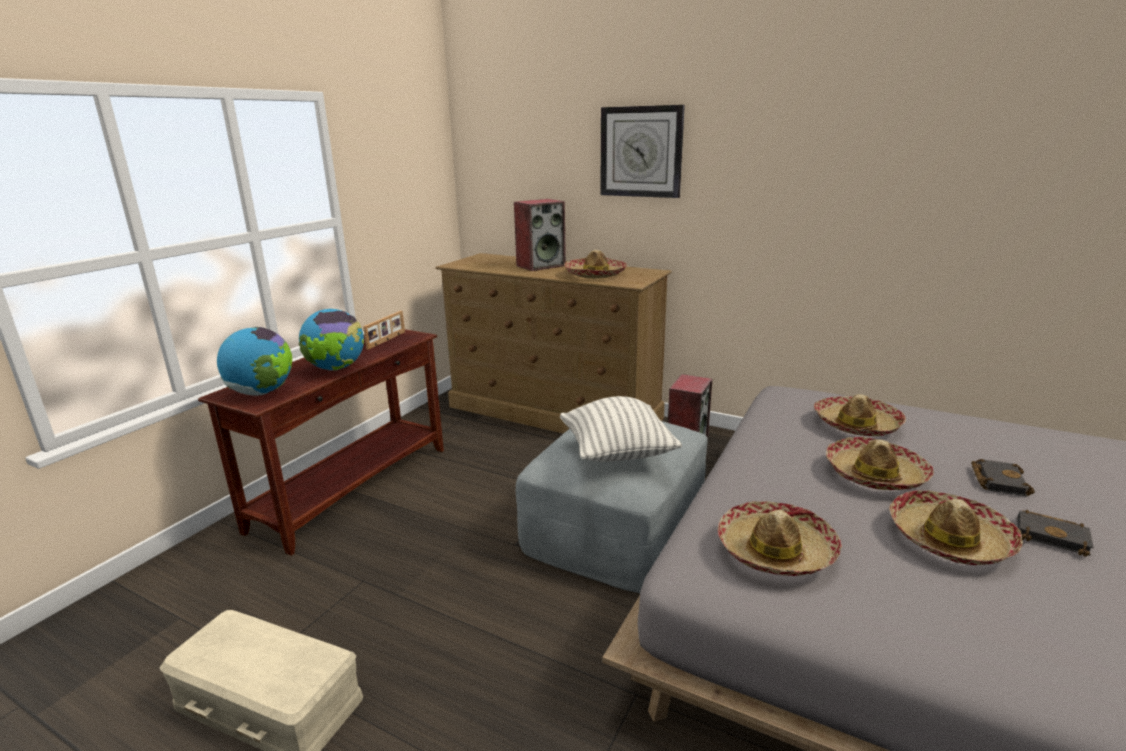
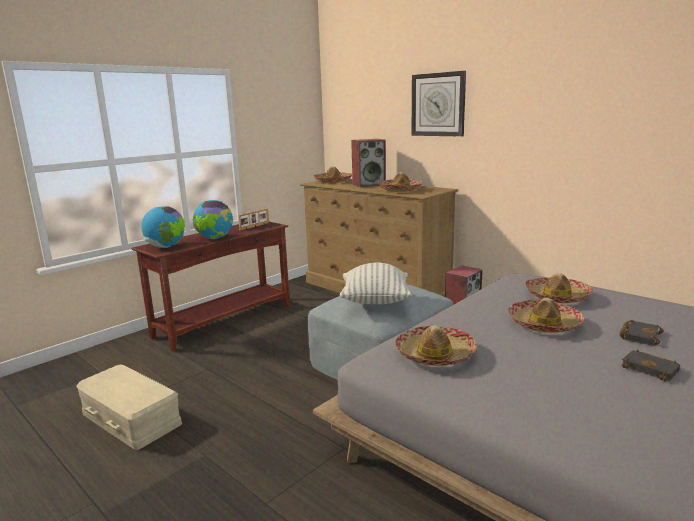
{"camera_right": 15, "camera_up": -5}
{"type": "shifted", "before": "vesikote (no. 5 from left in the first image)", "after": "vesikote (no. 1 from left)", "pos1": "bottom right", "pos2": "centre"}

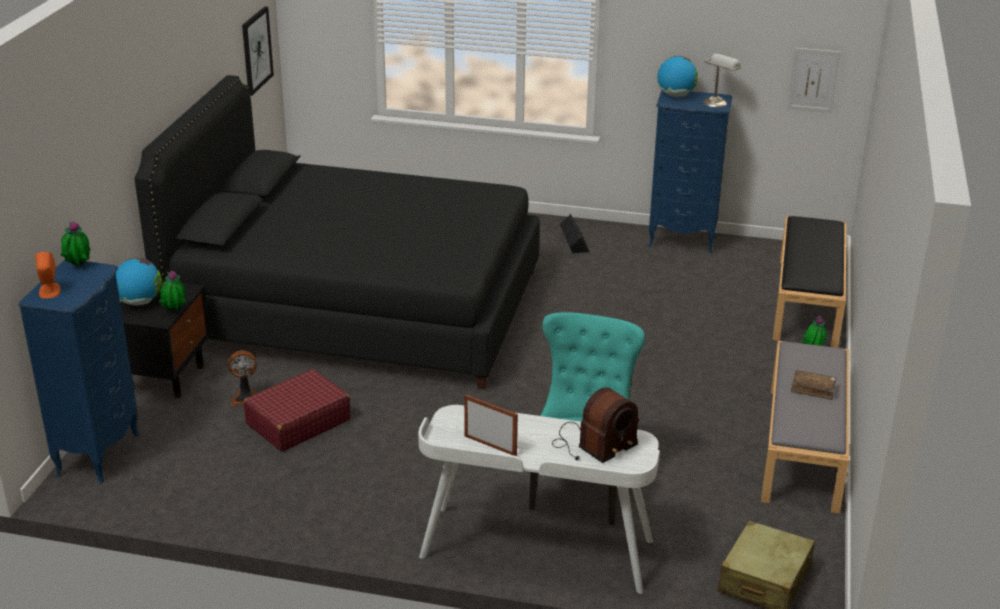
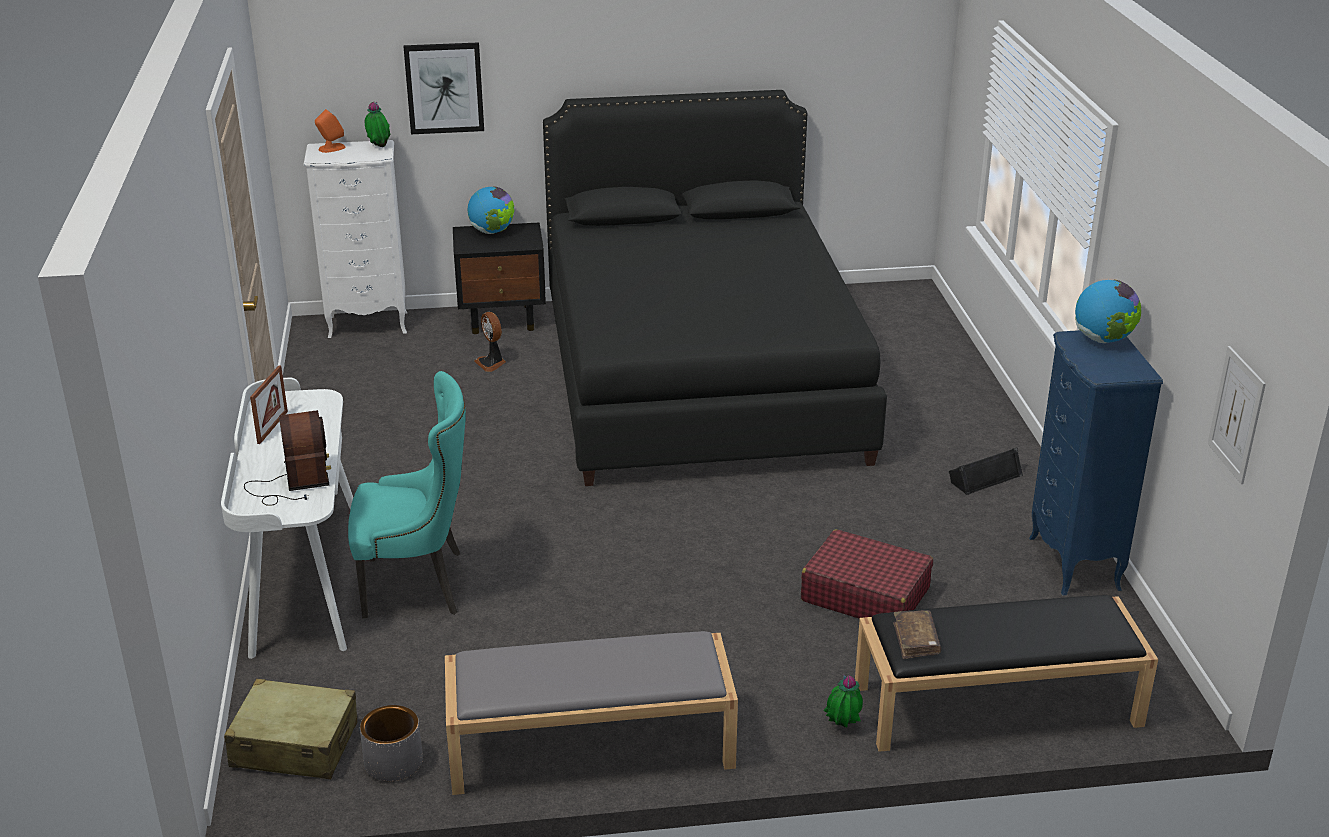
{"camera_right": 70, "camera_up": 0}
{"type": "repainted", "before": "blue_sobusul (no. 1 from left)", "after": "white_sobusul", "pos1": "middle left", "pos2": "top left"}
{"type": "gone", "before": "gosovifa (no. 2 from left)", "pos1": "middle left"}
{"type": "shifted", "before": "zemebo (no. 1 from left)", "pos1": "top left", "pos2": "top centre"}
{"type": "shifted", "before": "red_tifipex", "pos1": "bottom left", "pos2": "bottom centre"}
{"type": "rotated", "before": "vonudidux", "pos1": "bottom centre", "pos2": "middle left", "turn": -135}
{"type": "gone", "before": "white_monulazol", "pos1": "top right"}
{"type": "shifted", "before": "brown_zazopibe", "pos1": "middle right", "pos2": "bottom right"}
{"type": "new", "after": "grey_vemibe", "pos2": "bottom left"}

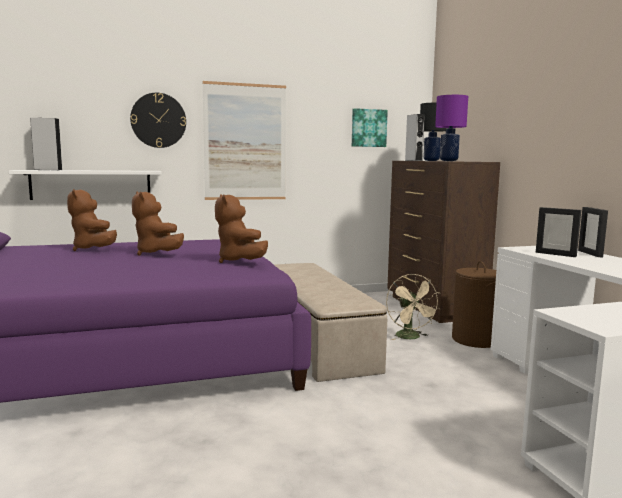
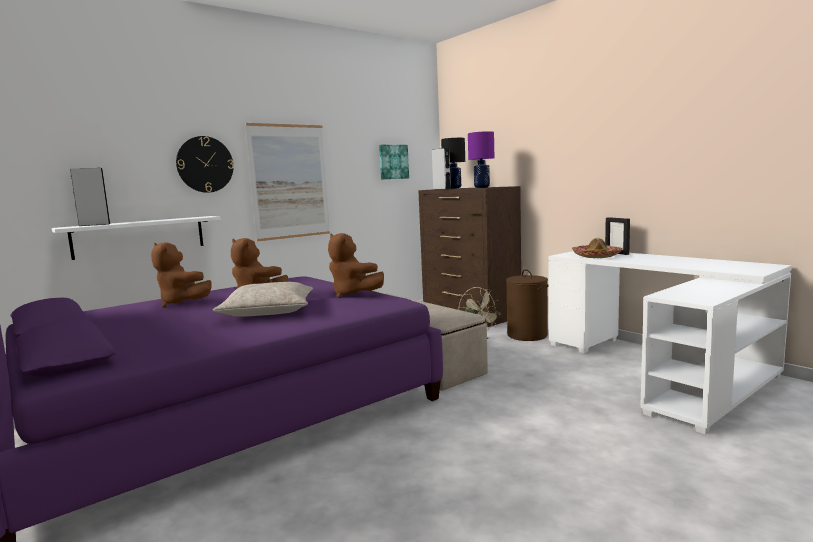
{"camera_right": -20, "camera_up": 0}
{"type": "swapped", "before": "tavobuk (no. 1 from left)", "after": "vesikote", "pos1": "middle right", "pos2": "middle right"}
{"type": "new", "after": "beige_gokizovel", "pos2": "middle left"}

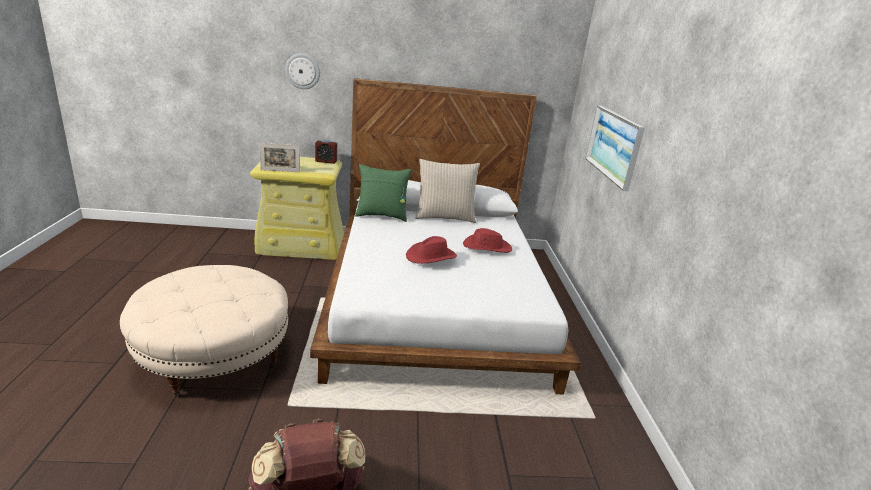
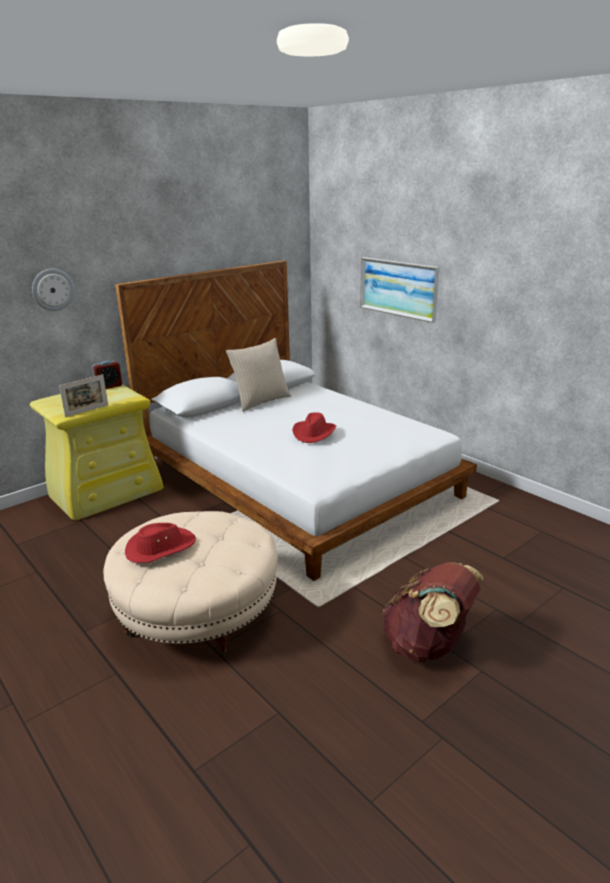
{"camera_right": -35, "camera_up": 0}
{"type": "gone", "before": "green_gokizovel", "pos1": "centre"}
{"type": "shifted", "before": "red_vesikote (no. 2 from left in the first image)", "after": "red_vesikote (no. 1 from left)", "pos1": "centre", "pos2": "middle left"}

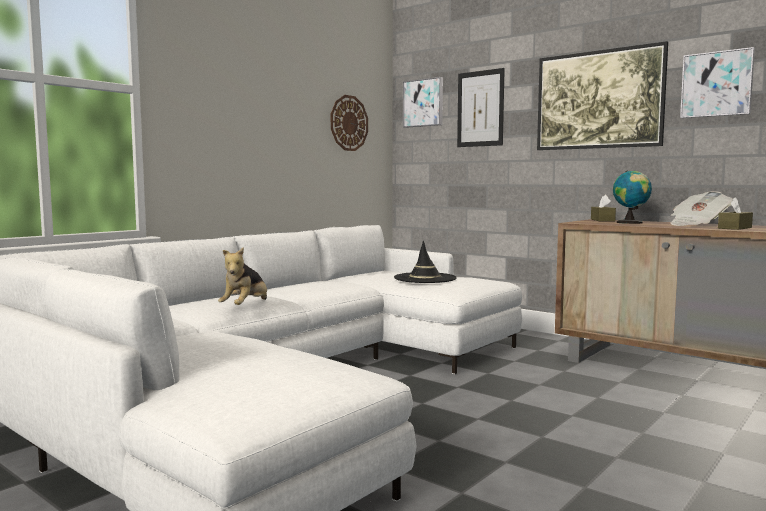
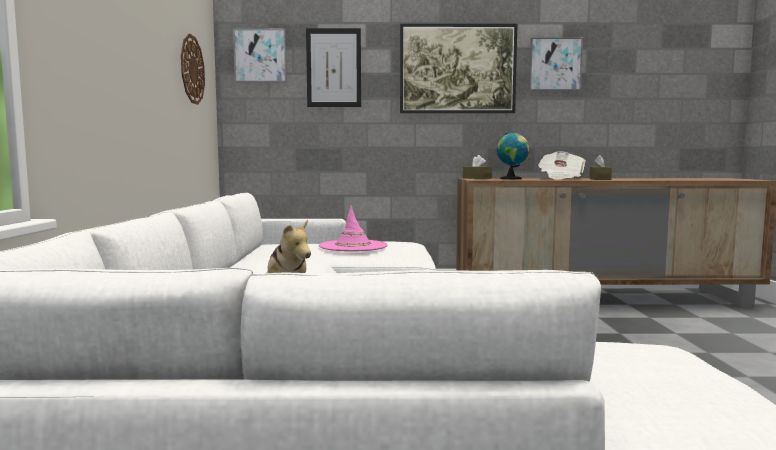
{"camera_right": -40, "camera_up": 0}
{"type": "repainted", "before": "black_vesikote", "after": "pink_vesikote", "pos1": "centre", "pos2": "centre"}

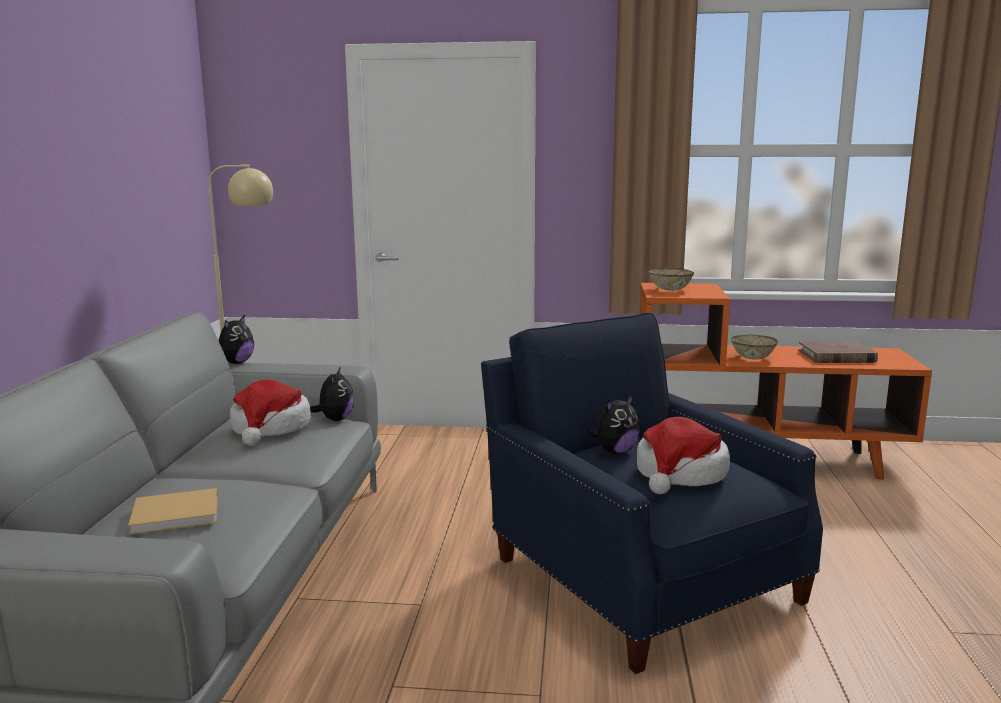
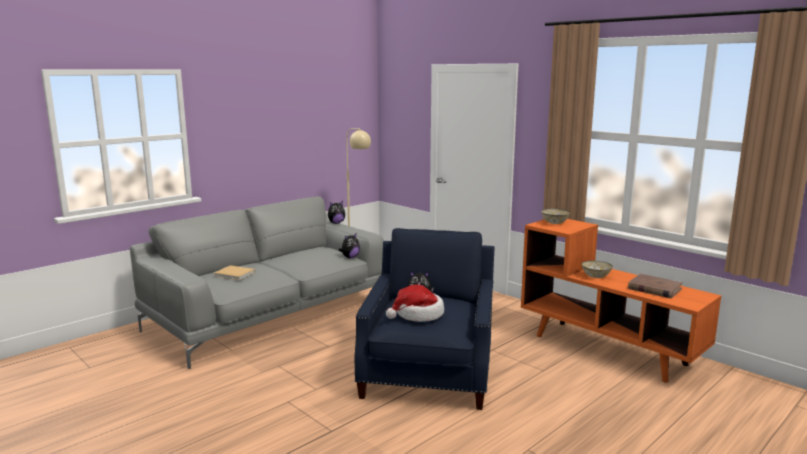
{"camera_right": 40, "camera_up": 0}
{"type": "gone", "before": "vesikote (no. 1 from left)", "pos1": "middle left"}

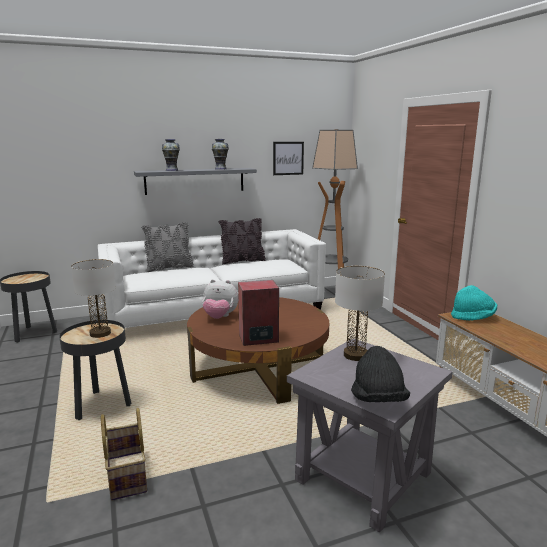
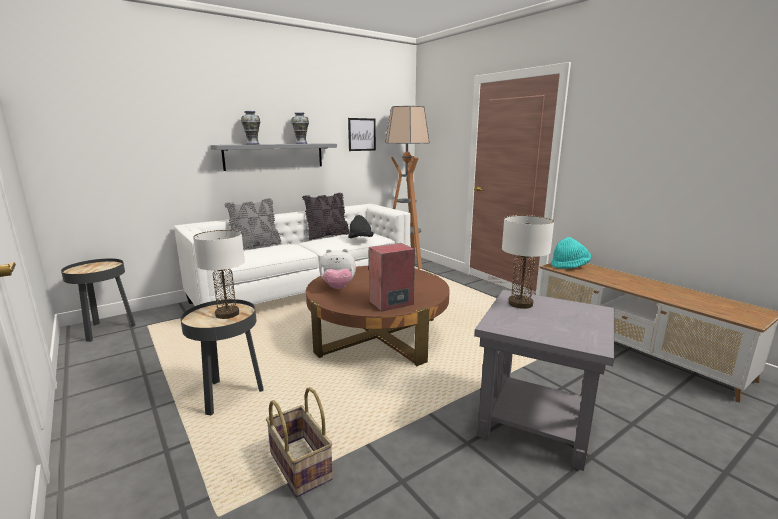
{"camera_right": -15, "camera_up": 0}
{"type": "shifted", "before": "black_vesikote", "pos1": "bottom right", "pos2": "centre"}

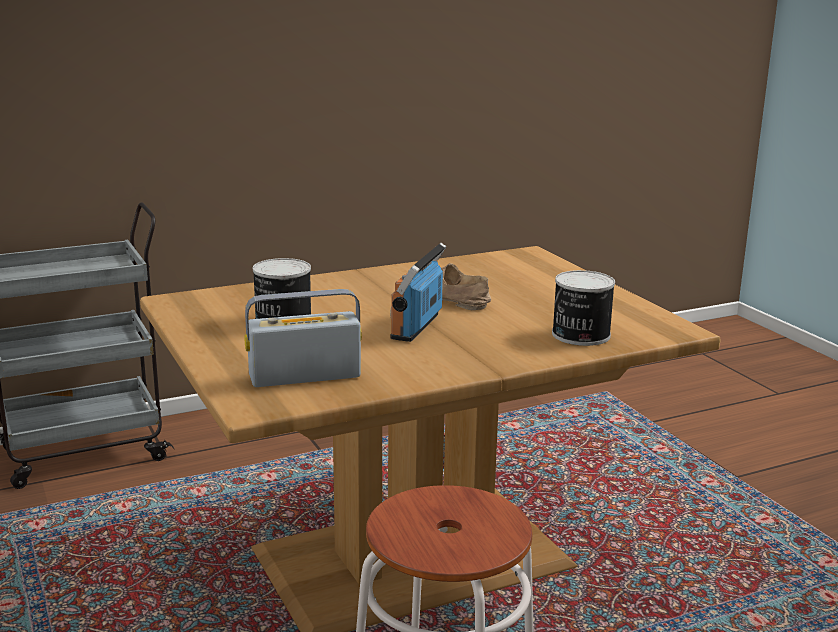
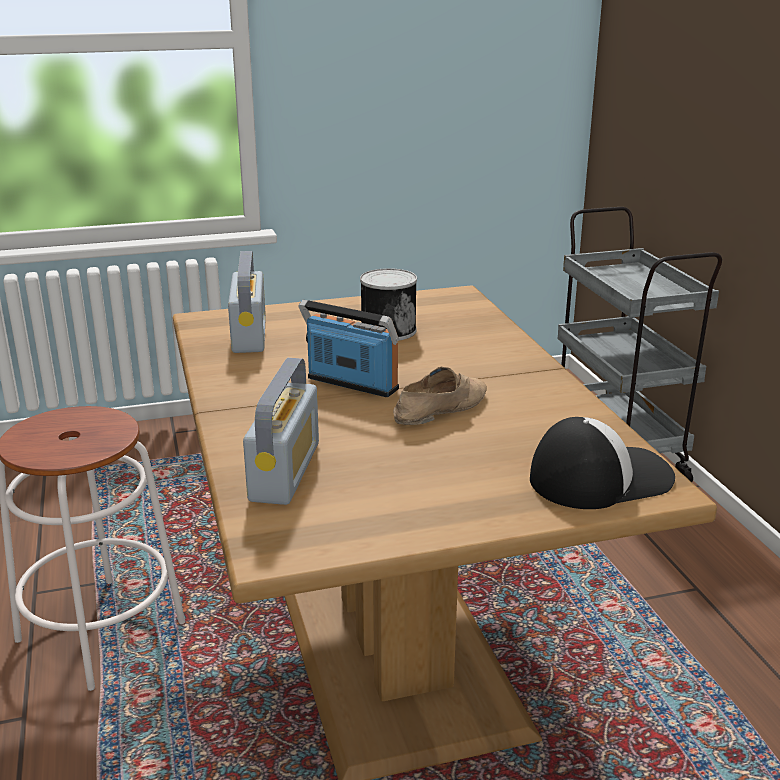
{"camera_right": 100, "camera_up": 5}
{"type": "swapped", "before": "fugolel (no. 2 from left)", "after": "vonudidux (no. 2 from left)", "pos1": "middle right", "pos2": "centre"}
{"type": "new", "after": "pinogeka", "pos2": "middle right"}

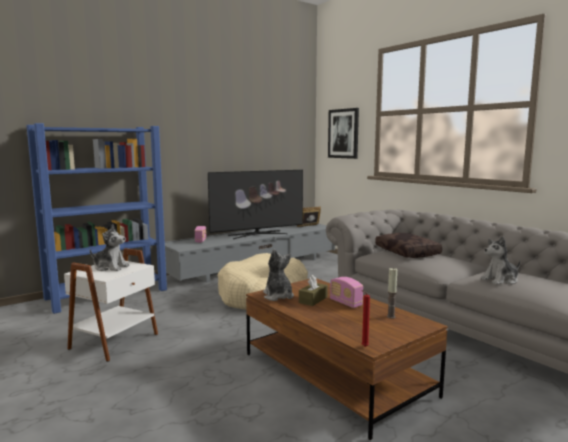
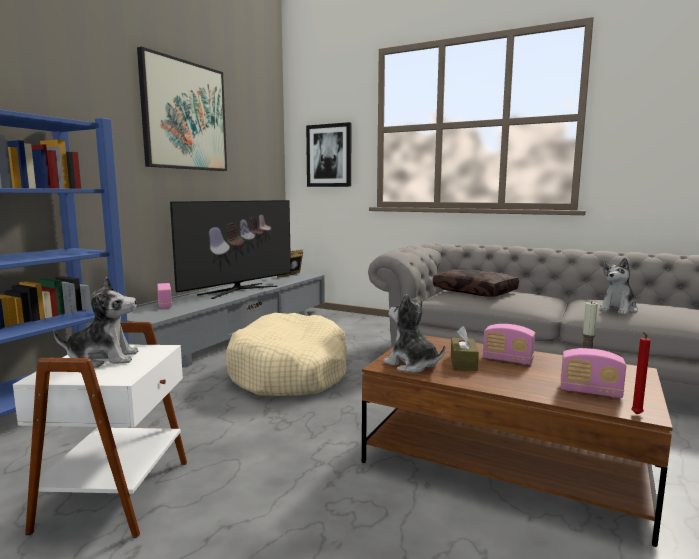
{"camera_right": -25, "camera_up": 0}
{"type": "new", "after": "zemebo (no. 1 from left)", "pos2": "top left"}
{"type": "new", "after": "vonudidux (no. 3 from left)", "pos2": "bottom right"}

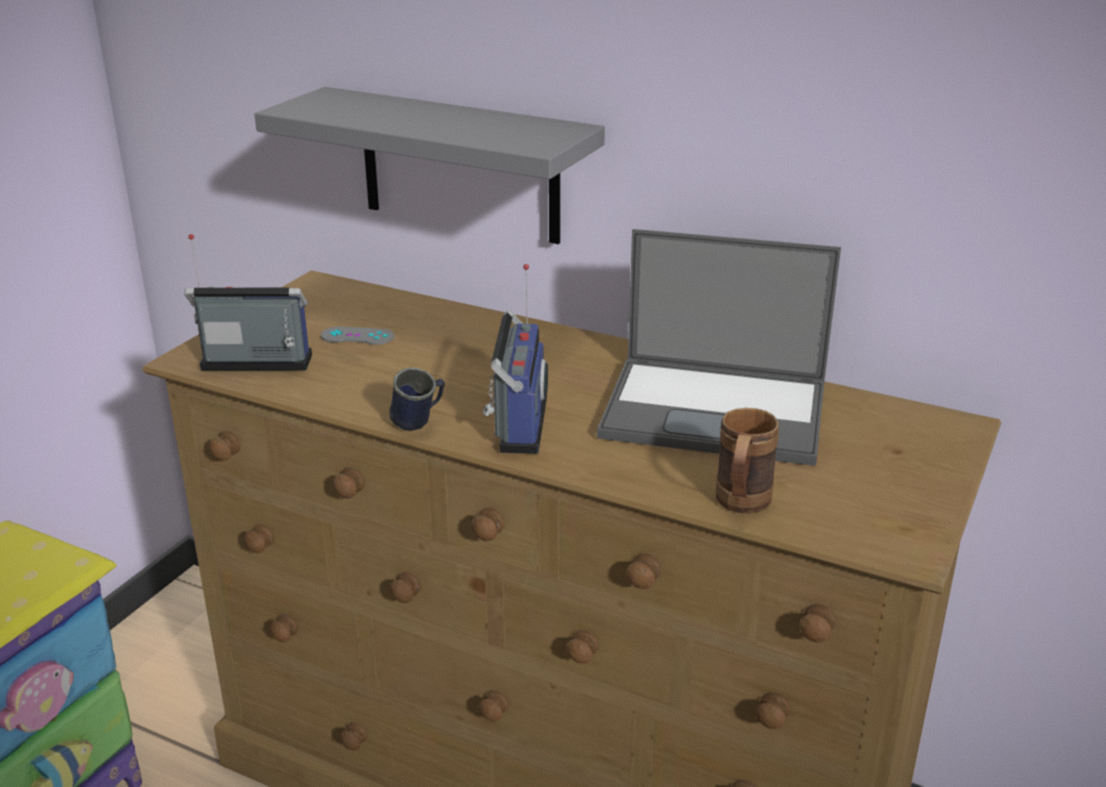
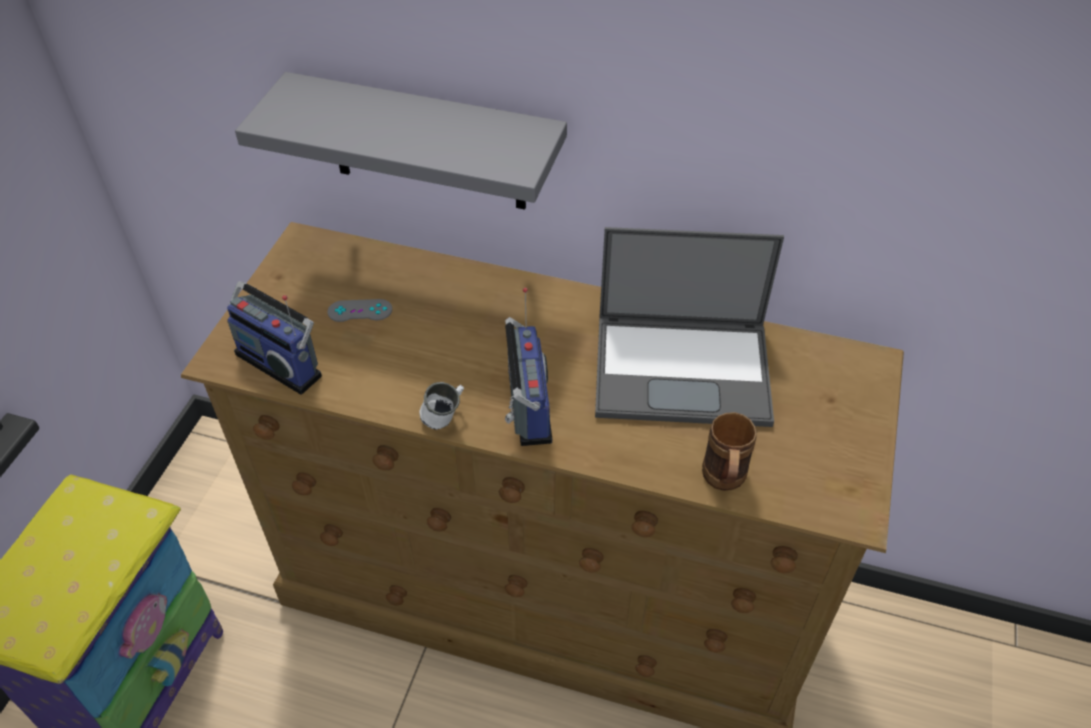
{"camera_right": -10, "camera_up": 20}
{"type": "rotated", "before": "vonudidux (no. 1 from left)", "pos1": "middle left", "pos2": "middle left", "turn": -135}
{"type": "repainted", "before": "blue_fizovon", "after": "white_fizovon", "pos1": "centre", "pos2": "centre"}

